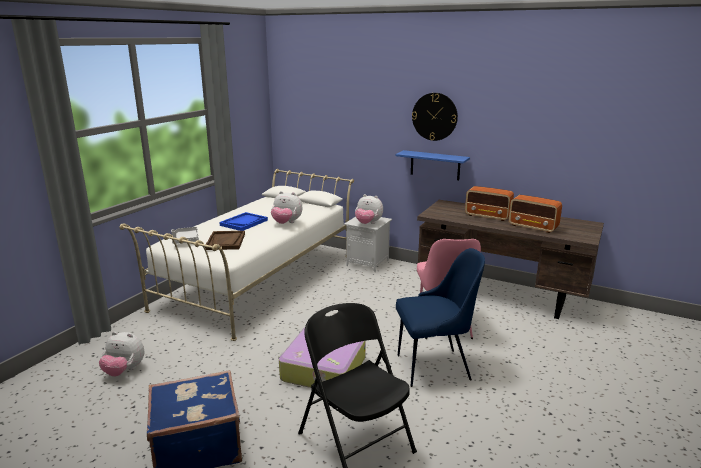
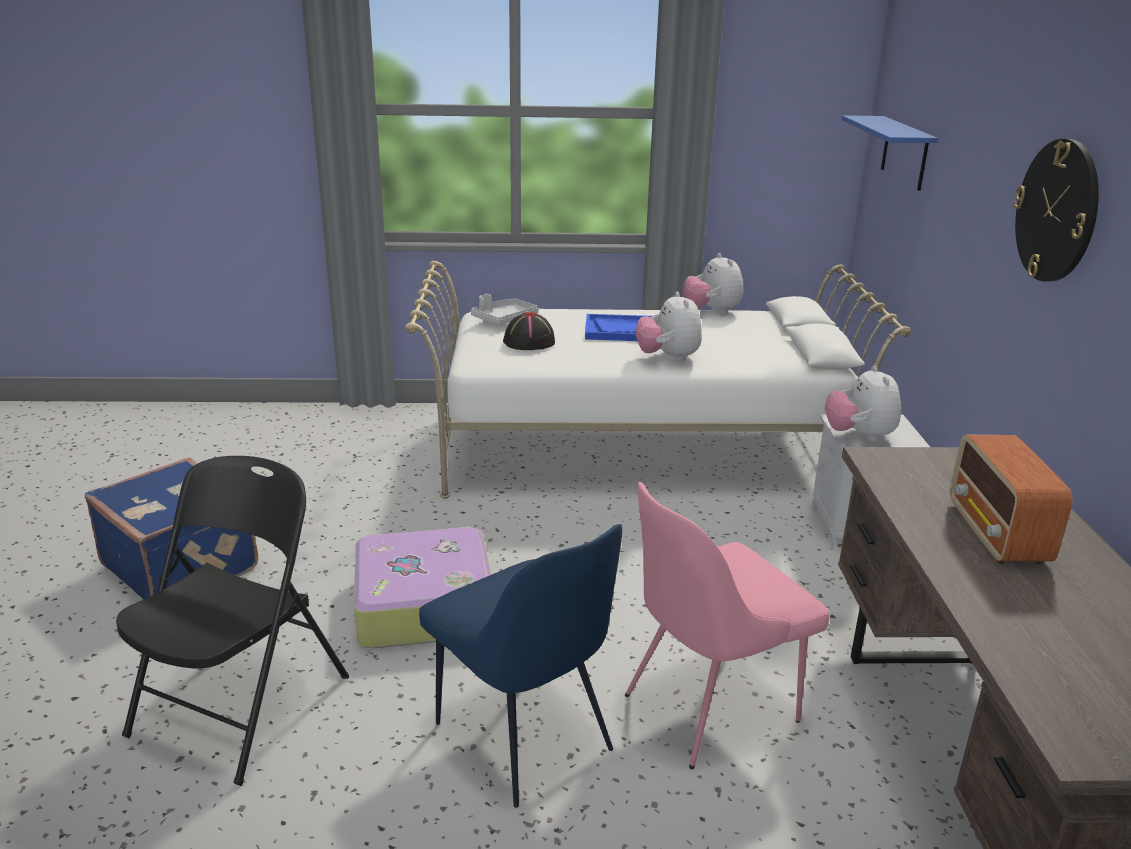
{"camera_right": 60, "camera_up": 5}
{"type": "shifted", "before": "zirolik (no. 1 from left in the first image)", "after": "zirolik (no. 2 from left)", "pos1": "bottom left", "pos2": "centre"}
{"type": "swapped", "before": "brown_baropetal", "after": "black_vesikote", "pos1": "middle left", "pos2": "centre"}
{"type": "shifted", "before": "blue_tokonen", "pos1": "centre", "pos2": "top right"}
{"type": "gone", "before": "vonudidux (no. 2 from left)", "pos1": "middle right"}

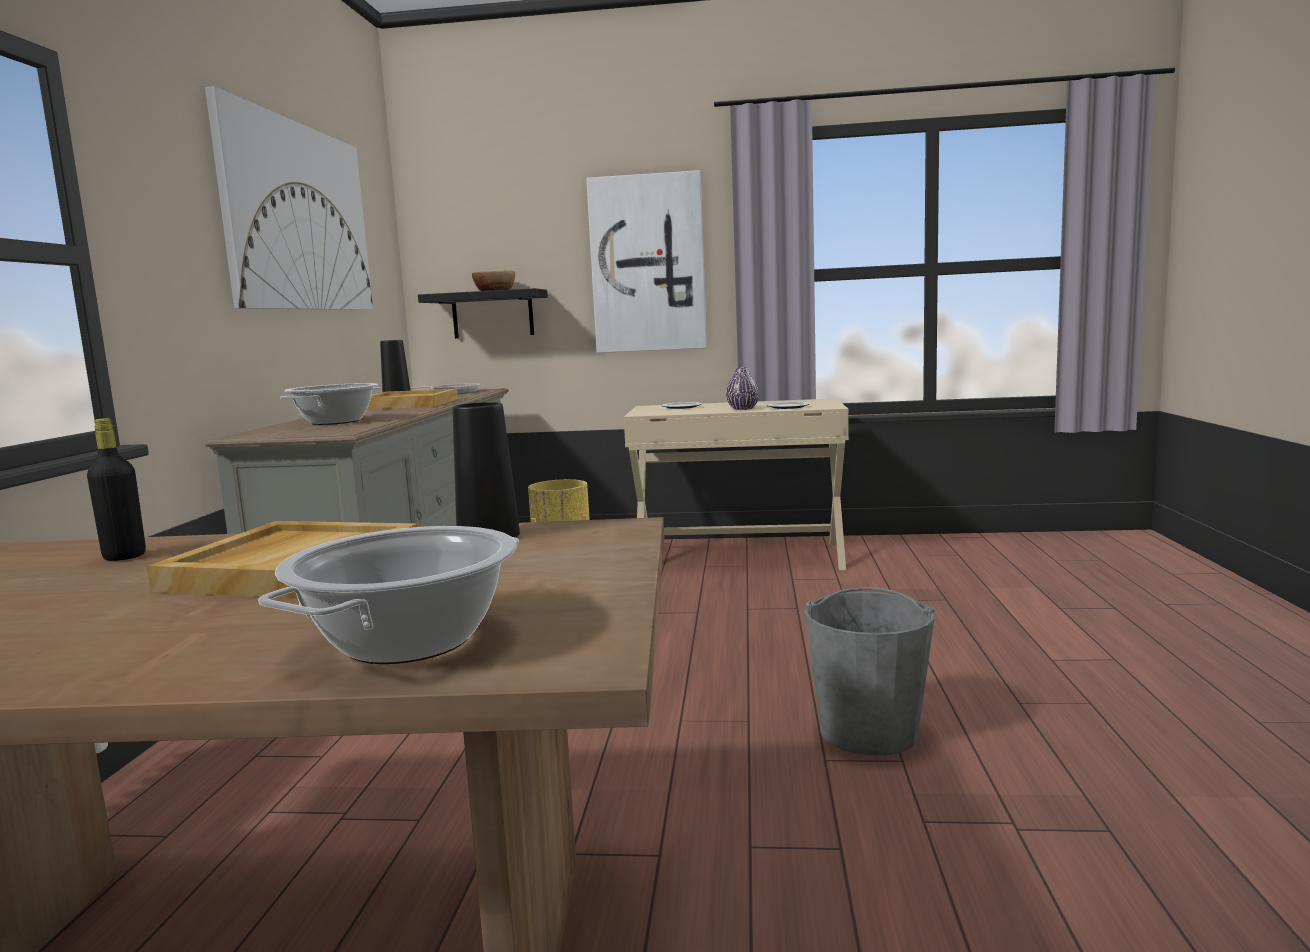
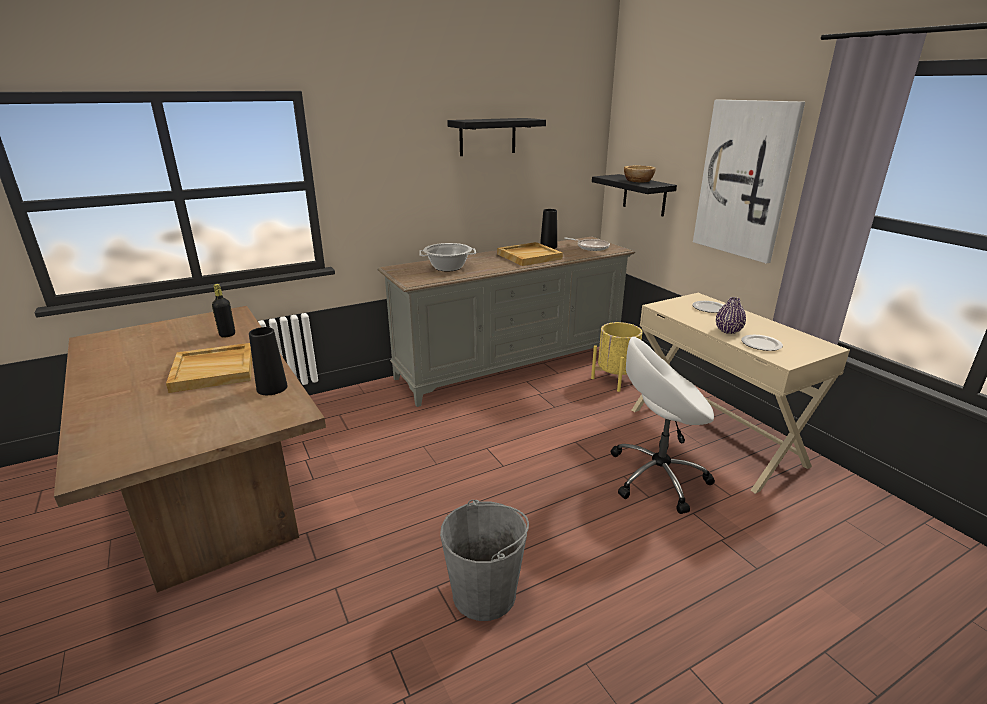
{"camera_right": 55, "camera_up": 15}
{"type": "swapped", "before": "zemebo (no. 1 from left)", "after": "black_tokonen (no. 1 from left)", "pos1": "top left", "pos2": "top centre"}
{"type": "gone", "before": "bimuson (no. 2 from left)", "pos1": "middle left"}
{"type": "new", "after": "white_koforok", "pos2": "middle right"}

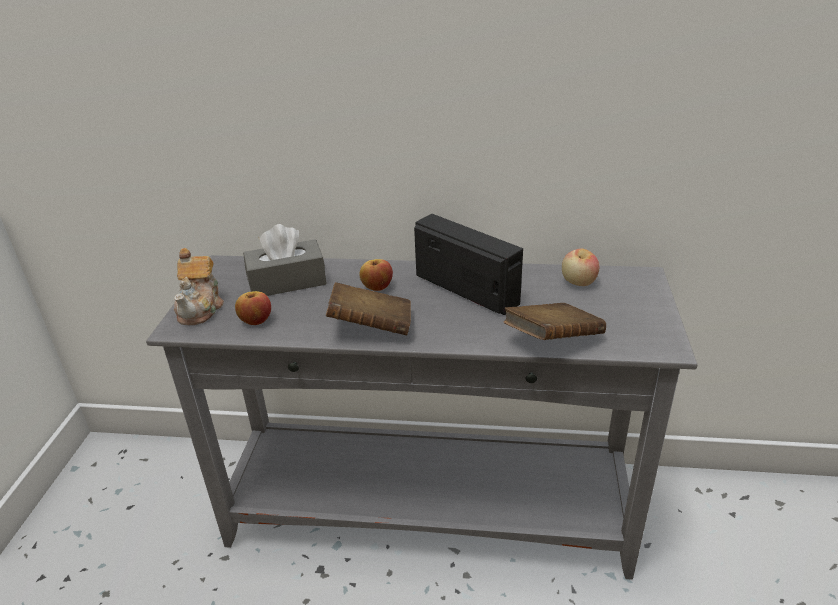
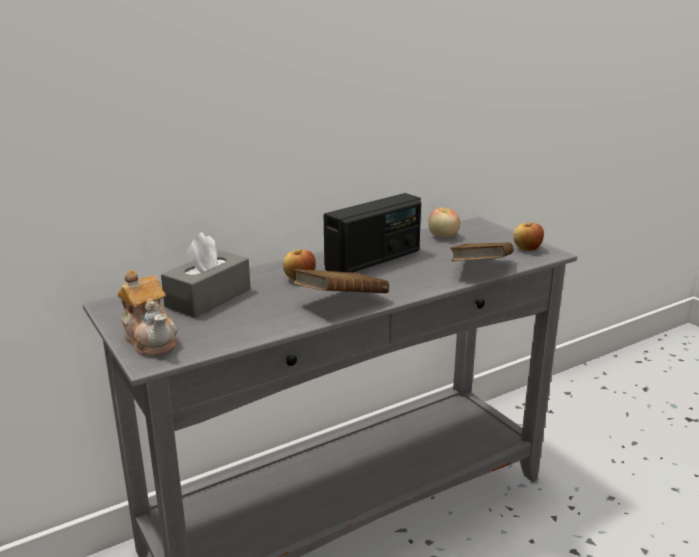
{"camera_right": -40, "camera_up": -10}
{"type": "shifted", "before": "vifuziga (no. 1 from left in the first image)", "after": "vifuziga (no. 3 from left)", "pos1": "middle left", "pos2": "middle right"}
{"type": "rotated", "before": "vonudidux", "pos1": "centre", "pos2": "centre", "turn": 135}

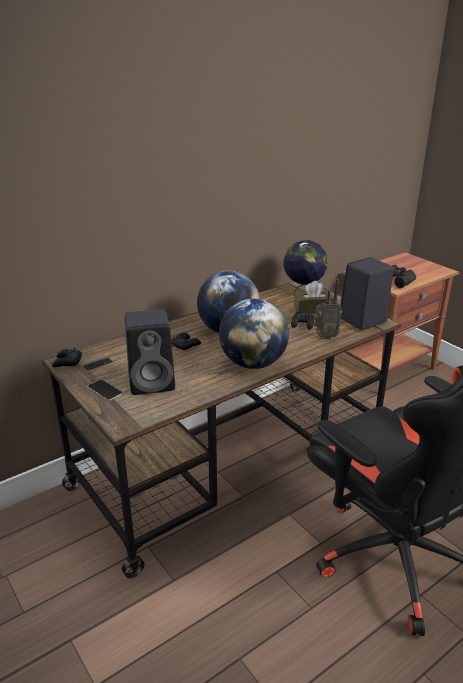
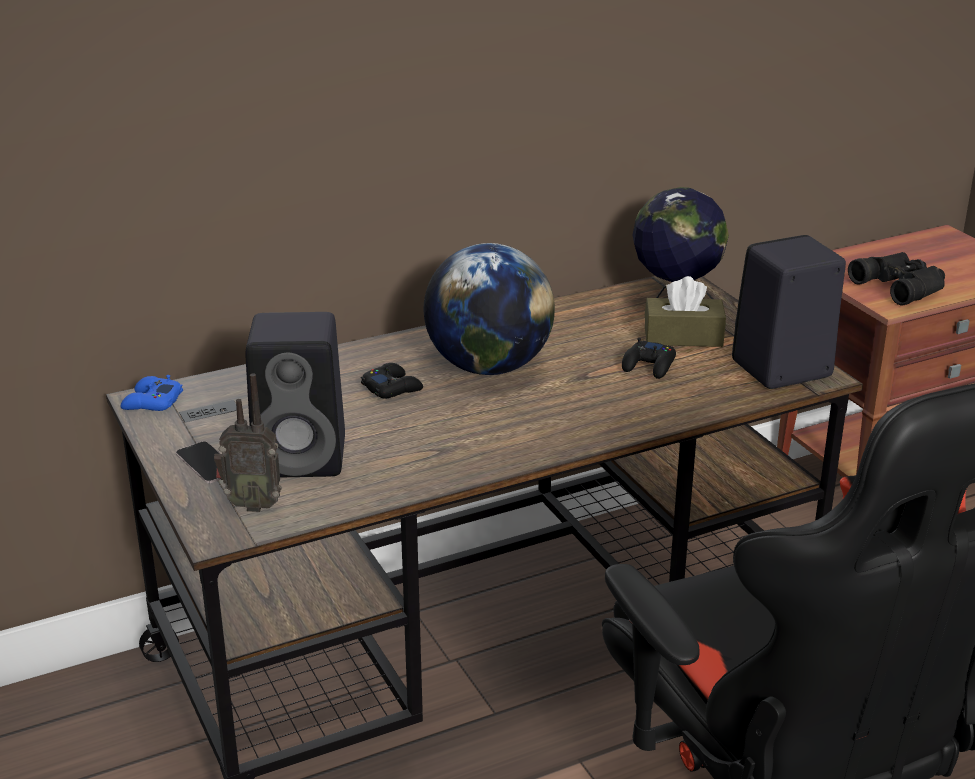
{"camera_right": 10, "camera_up": 0}
{"type": "repainted", "before": "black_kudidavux (no. 1 from left)", "after": "blue_kudidavux", "pos1": "middle left", "pos2": "middle left"}
{"type": "gone", "before": "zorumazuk (no. 2 from left)", "pos1": "centre"}
{"type": "shifted", "before": "vonudidux", "pos1": "middle right", "pos2": "middle left"}

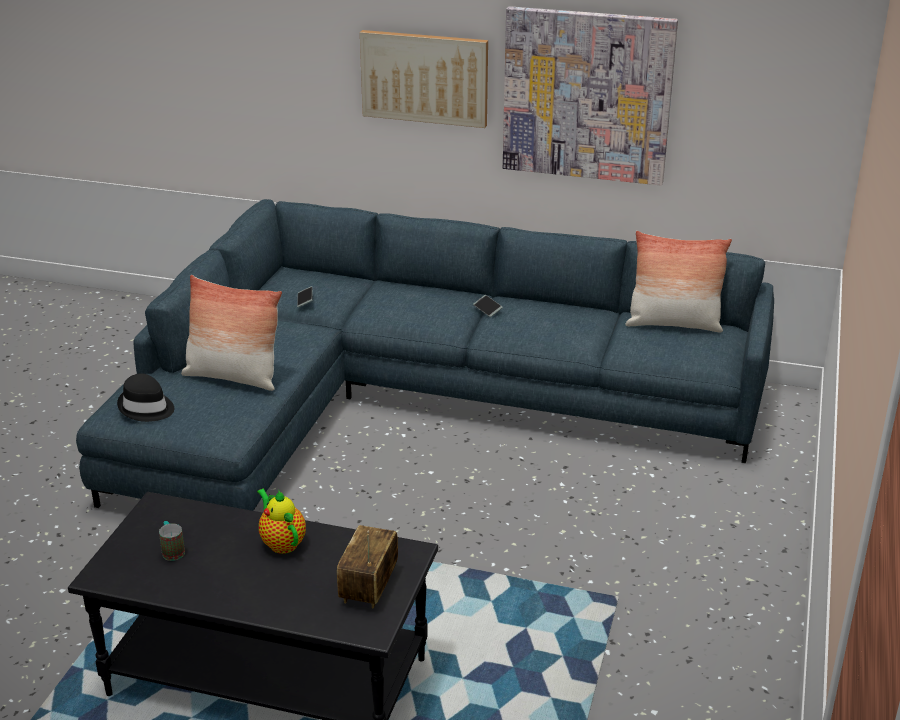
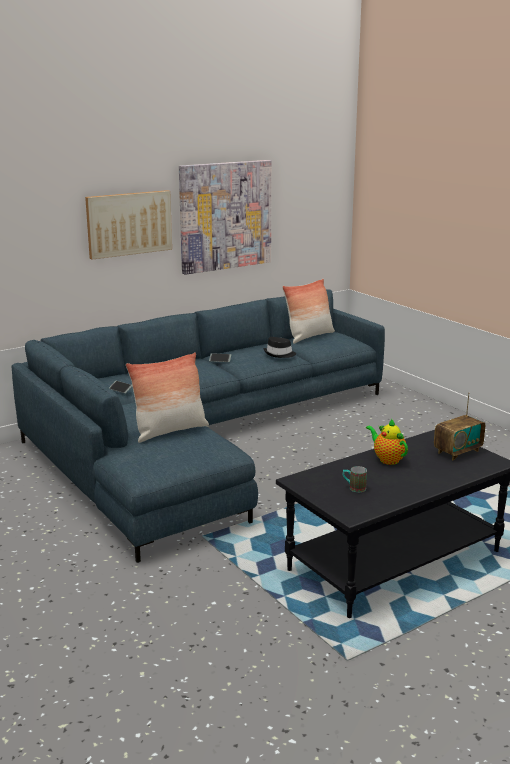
{"camera_right": -50, "camera_up": -10}
{"type": "shifted", "before": "black_vesikote", "pos1": "middle left", "pos2": "centre"}
{"type": "rotated", "before": "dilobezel", "pos1": "bottom left", "pos2": "middle right", "turn": 45}
{"type": "rotated", "before": "vonudidux", "pos1": "bottom centre", "pos2": "middle right", "turn": -90}

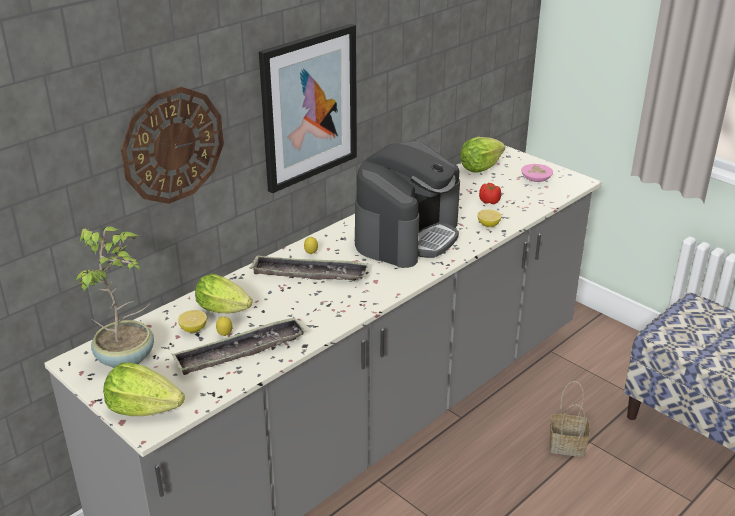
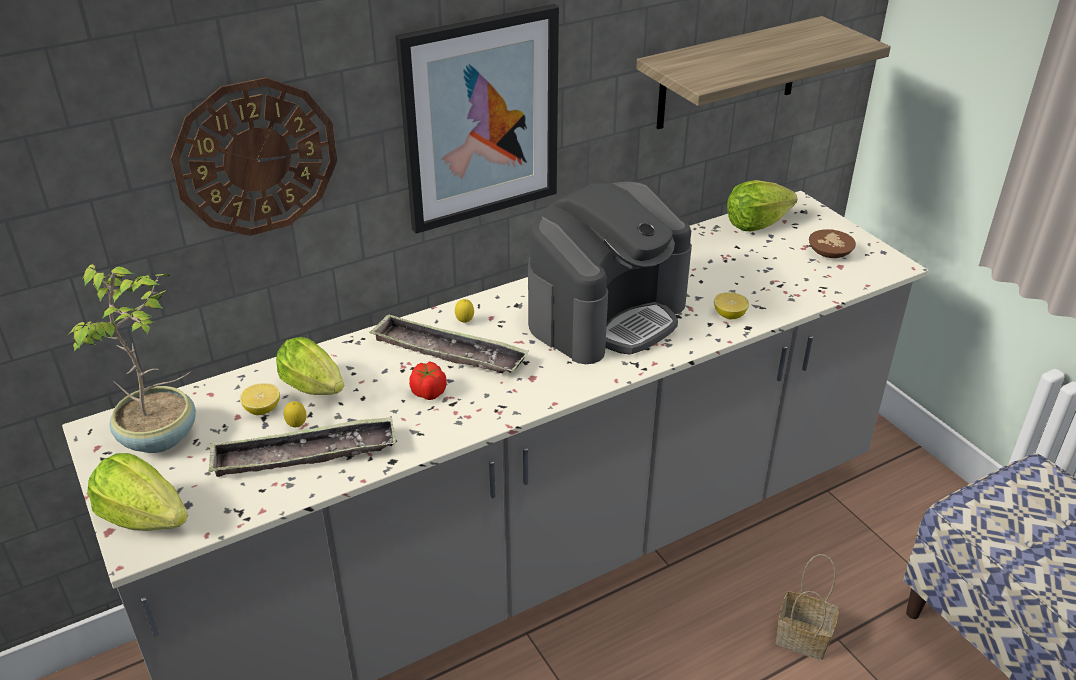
{"camera_right": 15, "camera_up": 5}
{"type": "shifted", "before": "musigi", "pos1": "middle right", "pos2": "centre"}
{"type": "repainted", "before": "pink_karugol", "after": "brown_karugol", "pos1": "middle right", "pos2": "middle right"}
{"type": "new", "after": "tokonen", "pos2": "top right"}

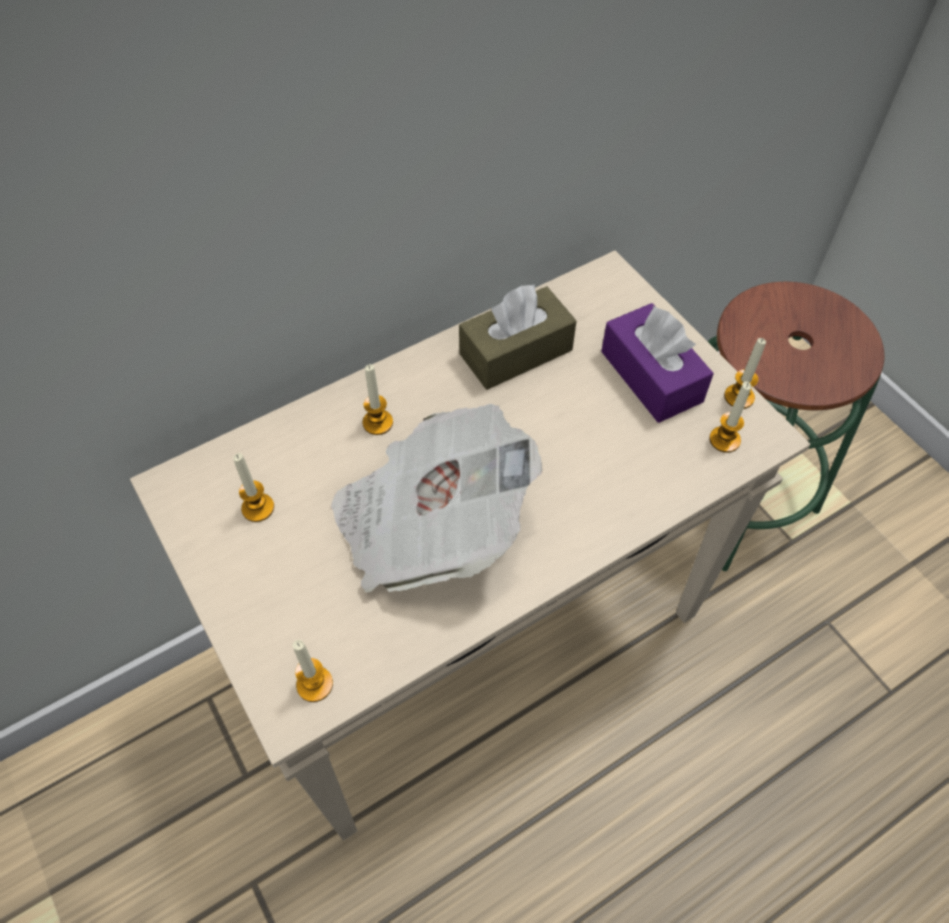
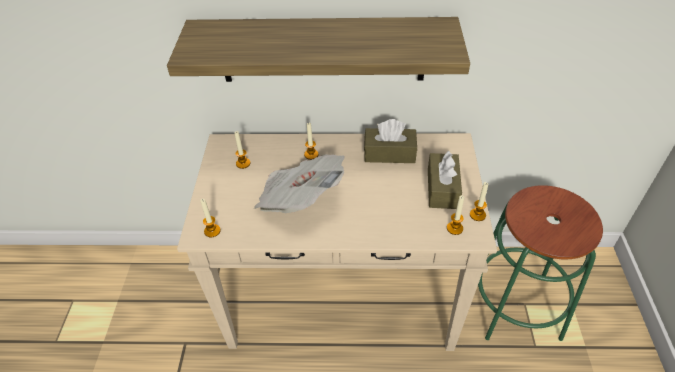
{"camera_right": 35, "camera_up": -10}
{"type": "repainted", "before": "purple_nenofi", "after": "brown_nenofi (no. 2 from left)", "pos1": "middle right", "pos2": "centre"}
{"type": "new", "after": "tokonen", "pos2": "top centre"}

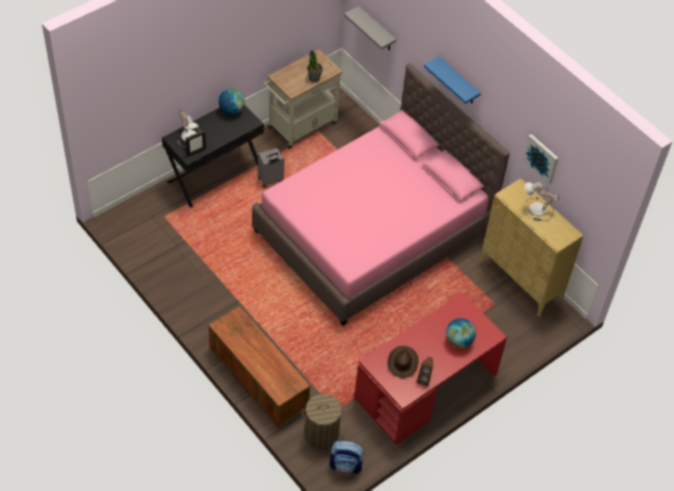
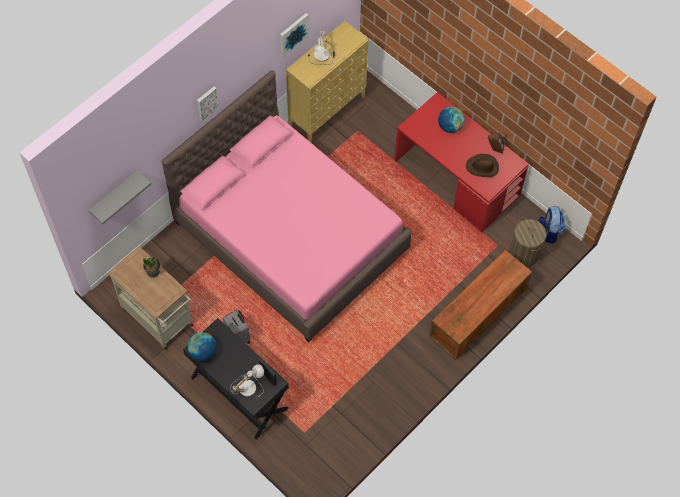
{"camera_right": -95, "camera_up": 10}
{"type": "swapped", "before": "blue_tokonen", "after": "zemebo (no. 1 from left)", "pos1": "top right", "pos2": "top left"}

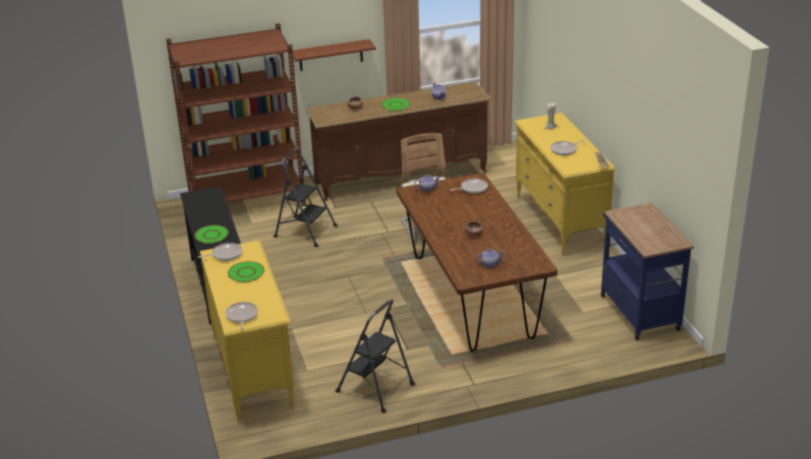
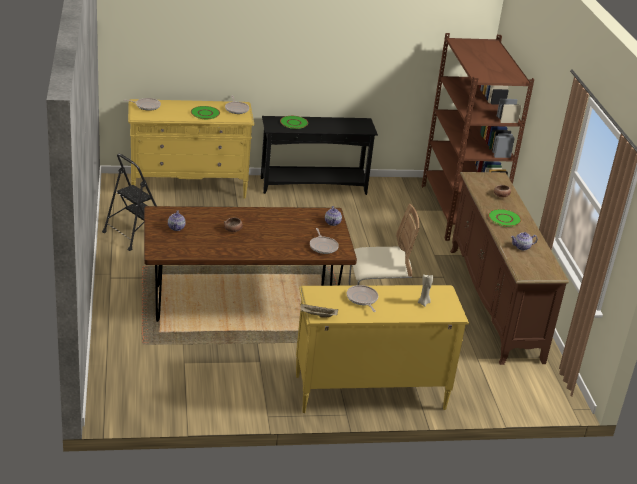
{"camera_right": 95, "camera_up": 0}
{"type": "gone", "before": "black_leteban (no. 1 from left)", "pos1": "centre"}
{"type": "gone", "before": "brown_tokonen", "pos1": "top centre"}
{"type": "gone", "before": "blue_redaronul", "pos1": "middle right"}

